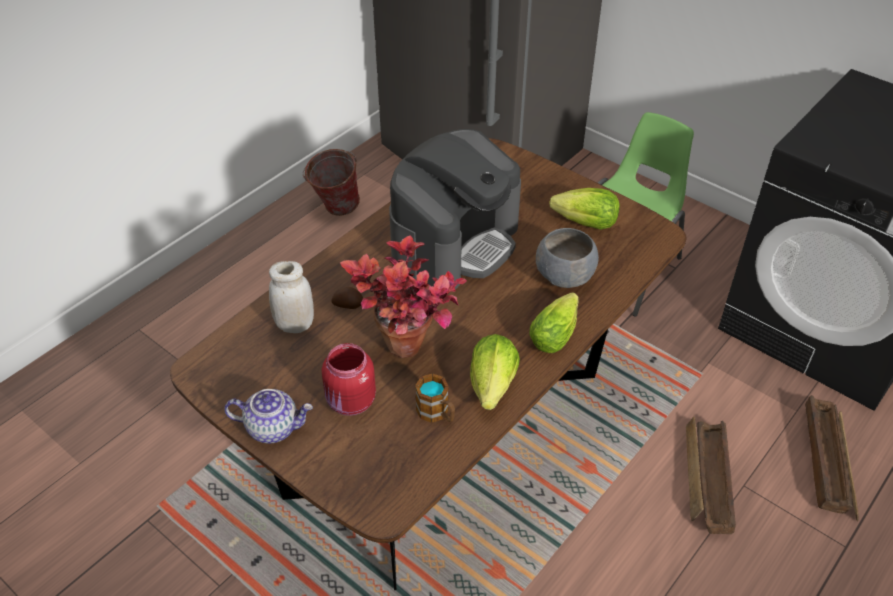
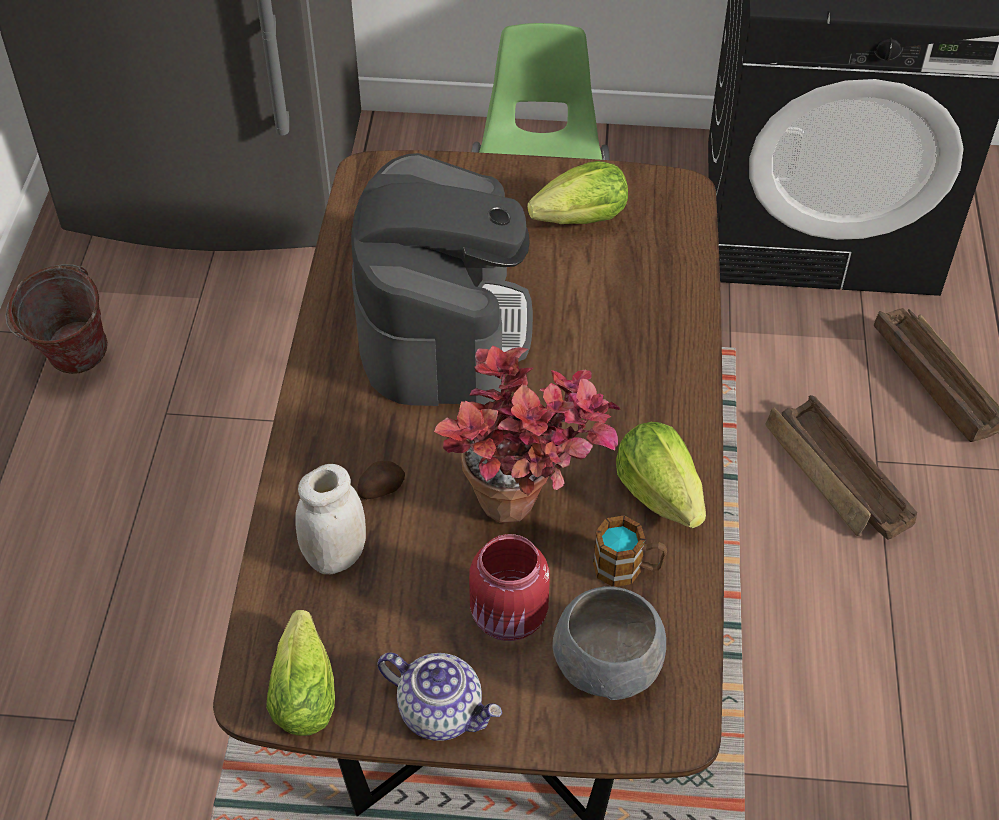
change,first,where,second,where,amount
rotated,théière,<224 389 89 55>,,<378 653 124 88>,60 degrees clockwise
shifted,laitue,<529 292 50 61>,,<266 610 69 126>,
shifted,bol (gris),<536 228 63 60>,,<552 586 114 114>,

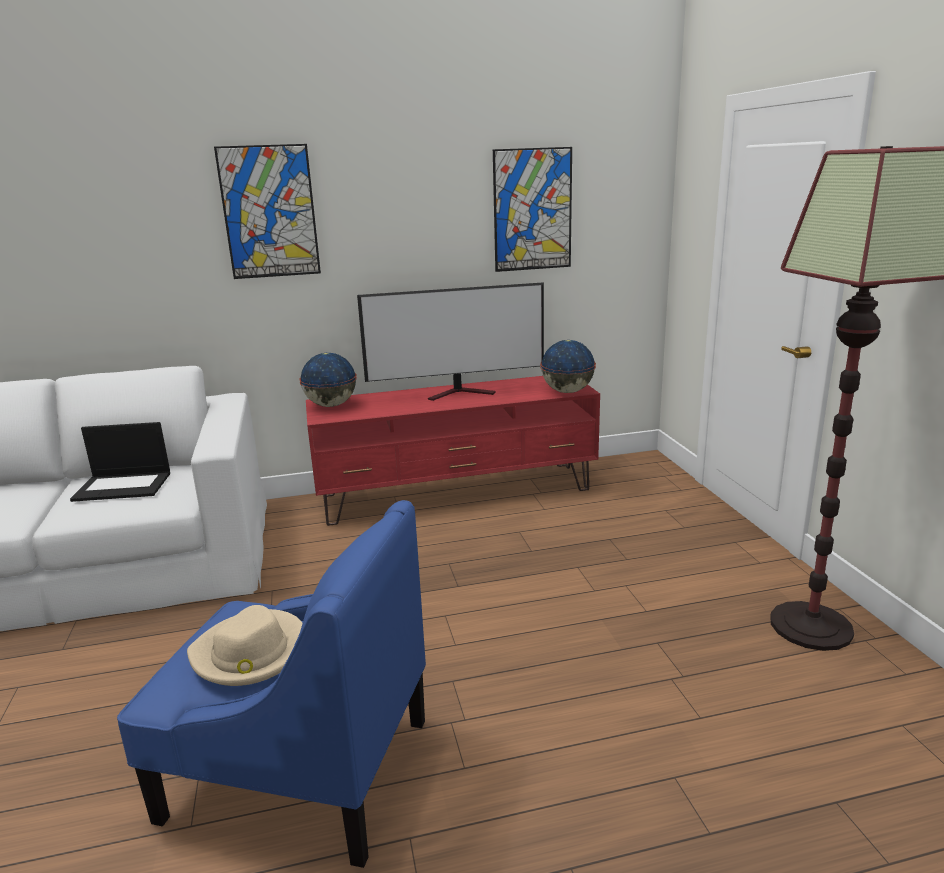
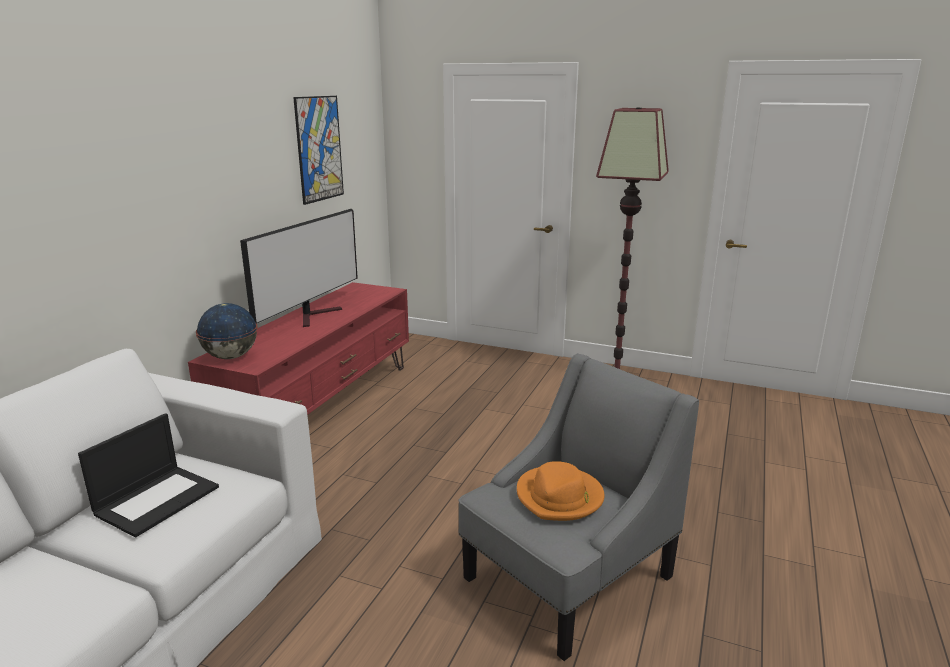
change,first,where,second,where,amount
repainted,fauteuil (bleu),<117 500 309 368>,fauteuil (gris),<458 353 241 308>,
repainted,chapeau (beige),<187 605 115 81>,chapeau (orange),<517 461 88 60>,
gone,tableau,<214 144 107 135>,,,
gone,globe,<540 340 56 53>,,,

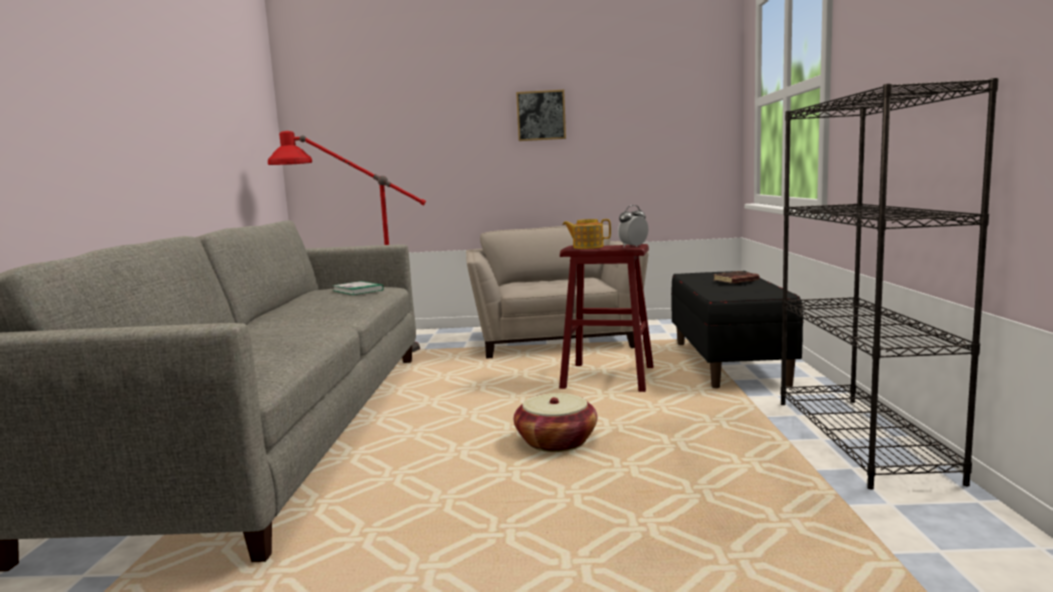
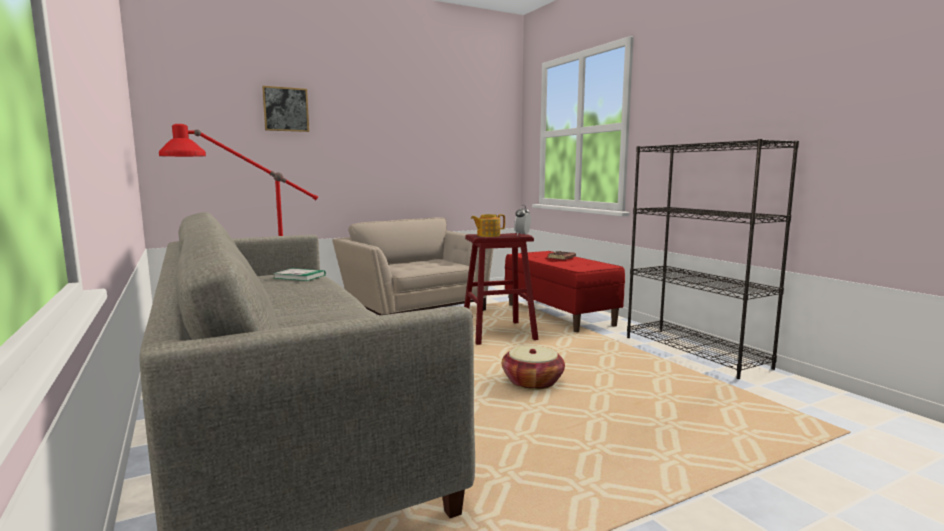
change,first,where,second,where,amount
shifted,tableau,<516 90 50 51>,,<262 86 47 46>,
repainted,banc (noir),<671 271 133 117>,banc (rouge),<505 251 120 81>,

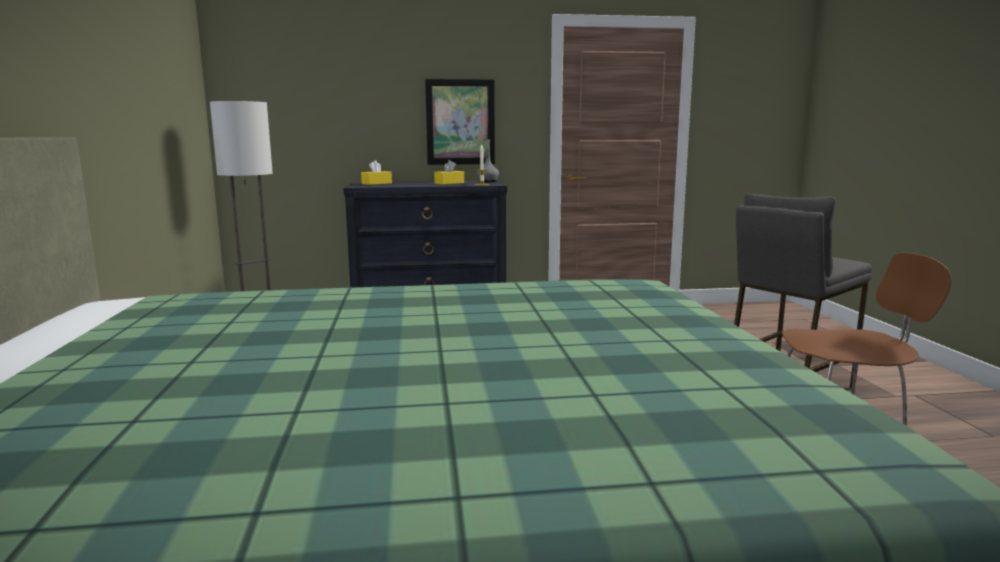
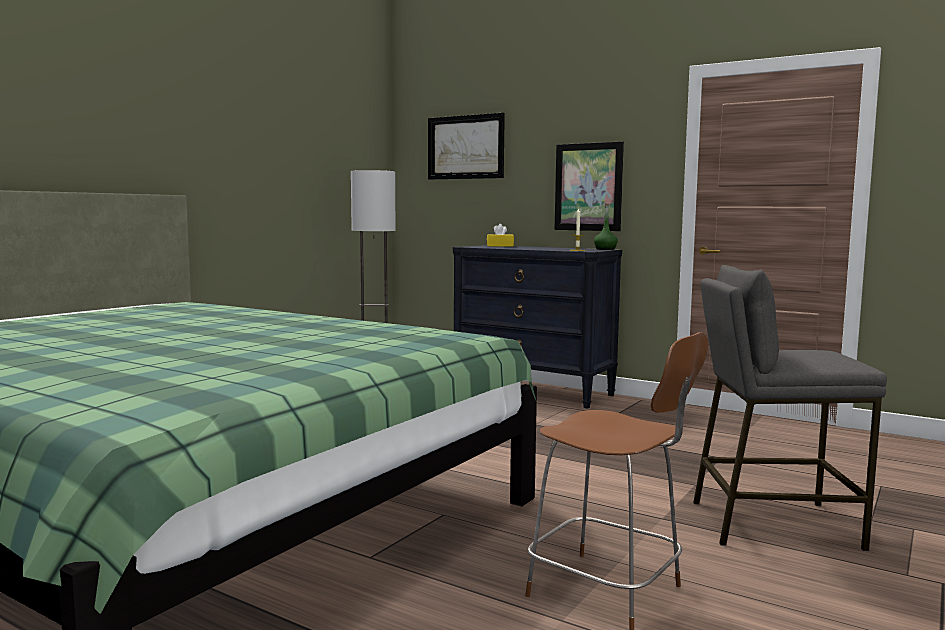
change,first,where,second,where,amount
gone,boîte à mouchoirs (jaune),<434 160 30 24>,,,
repainted,bouteille (gris),<477 138 22 44>,bouteille (vert),<594 203 24 47>,
new,,,tableau,<428 113 77 67>,

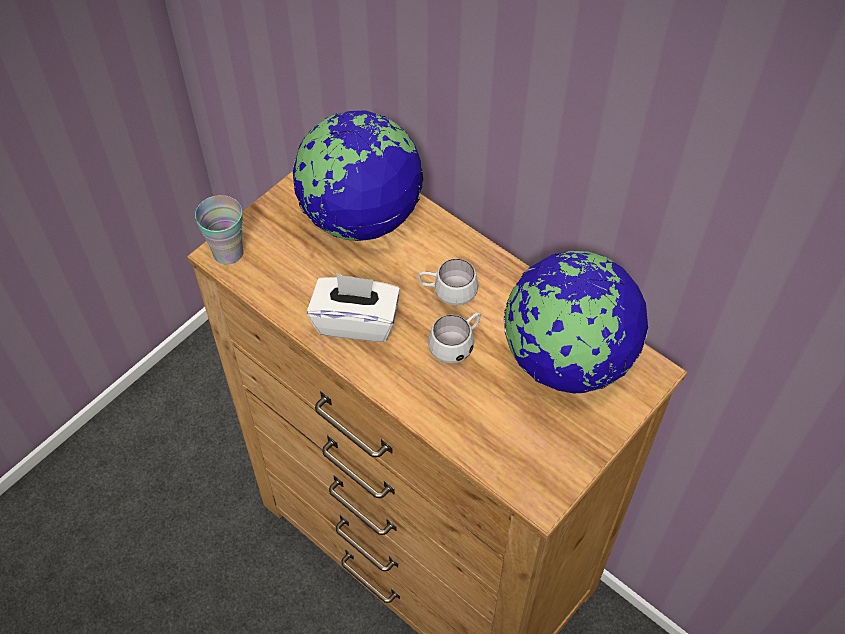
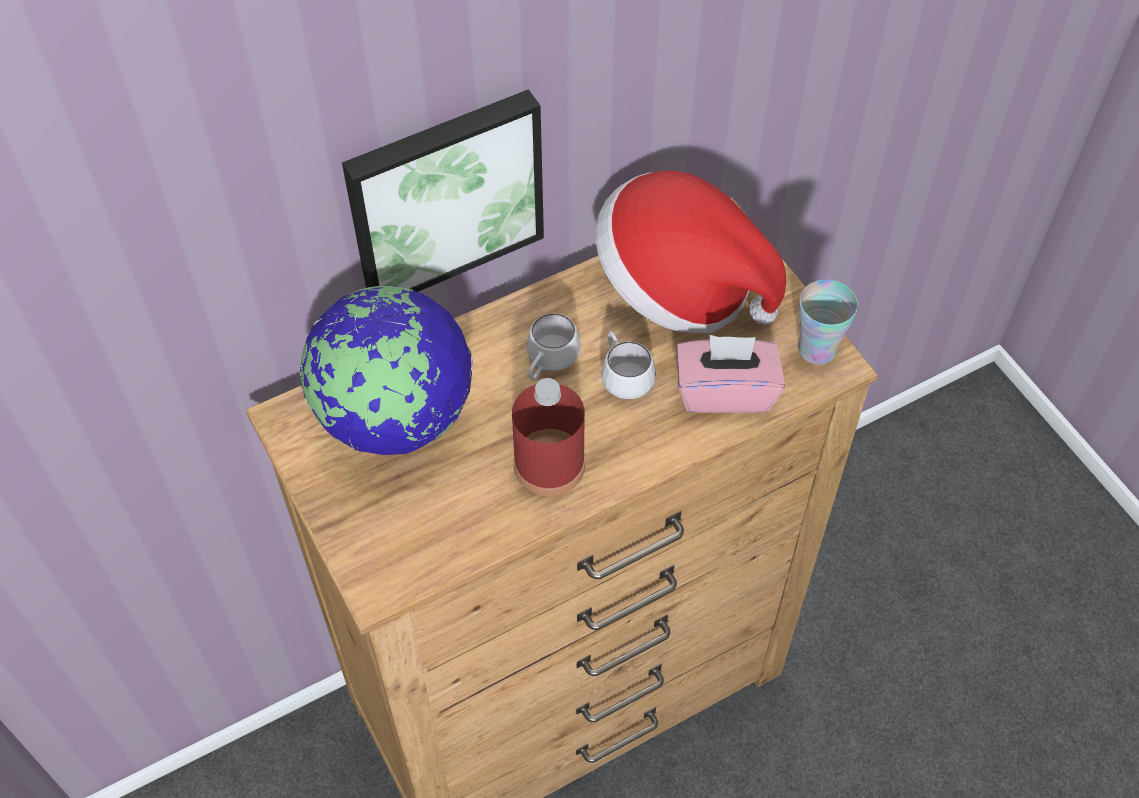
change,first,where,second,where,amount
shifted,tasse,<195 195 49 70>,,<798 279 60 86>,
swapped,boîte à mouchoirs (blanc),<307 274 93 68>,bouteille (rouge),<512 378 73 118>,
swapped,globe,<504 251 144 142>,chapeau,<596 171 190 162>,
new,,,tableau,<342 90 202 202>,
new,,,boîte à mouchoirs (rose),<676 335 109 78>,

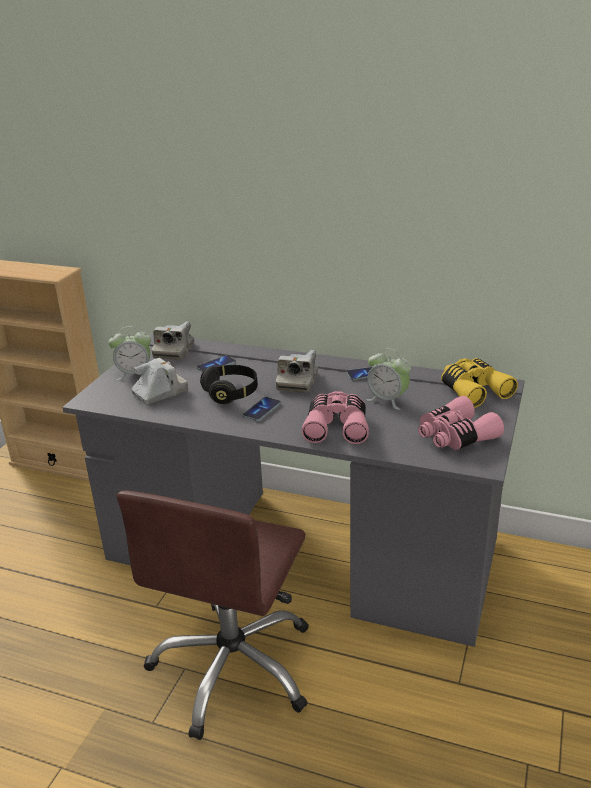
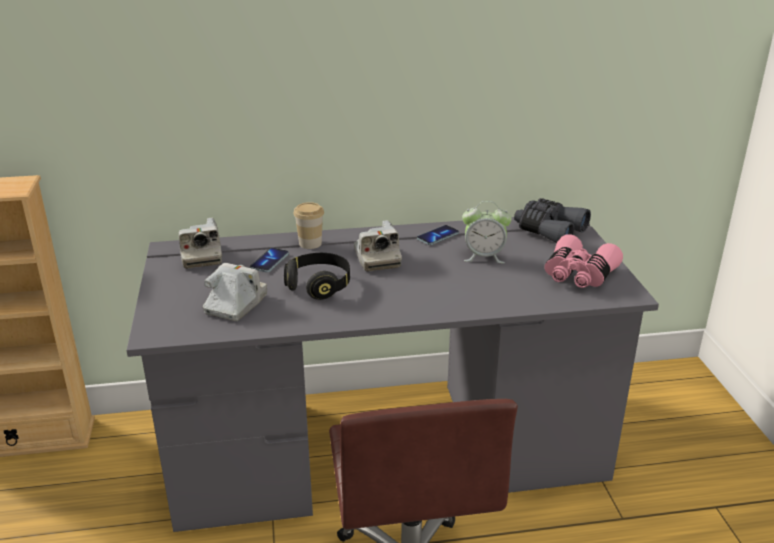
change,first,where,second,where,amount
gone,réveil,<108 326 43 54>,,,
gone,téléphone,<243 397 38 24>,,,
gone,jumelles (rose),<302 391 67 53>,,,
repainted,jumelles (jaune),<441 358 77 50>,jumelles (gris),<514 198 77 45>,
new,,,tasse,<293 202 31 47>,

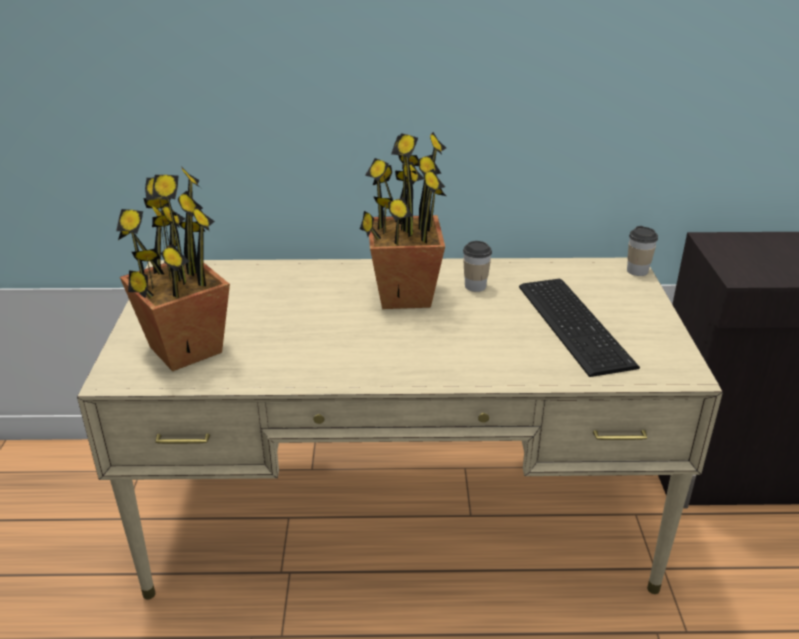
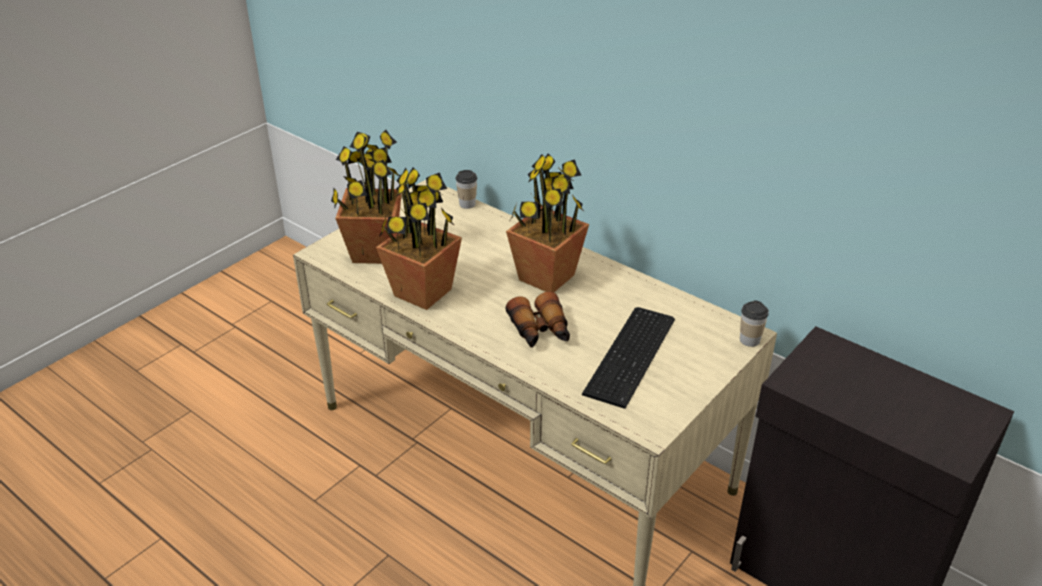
change,first,where,second,where,amount
shifted,tasse,<463 241 29 51>,,<456 170 21 39>,
new,,,plante en pot,<376 168 86 142>,
new,,,jumelles,<505 292 65 56>,

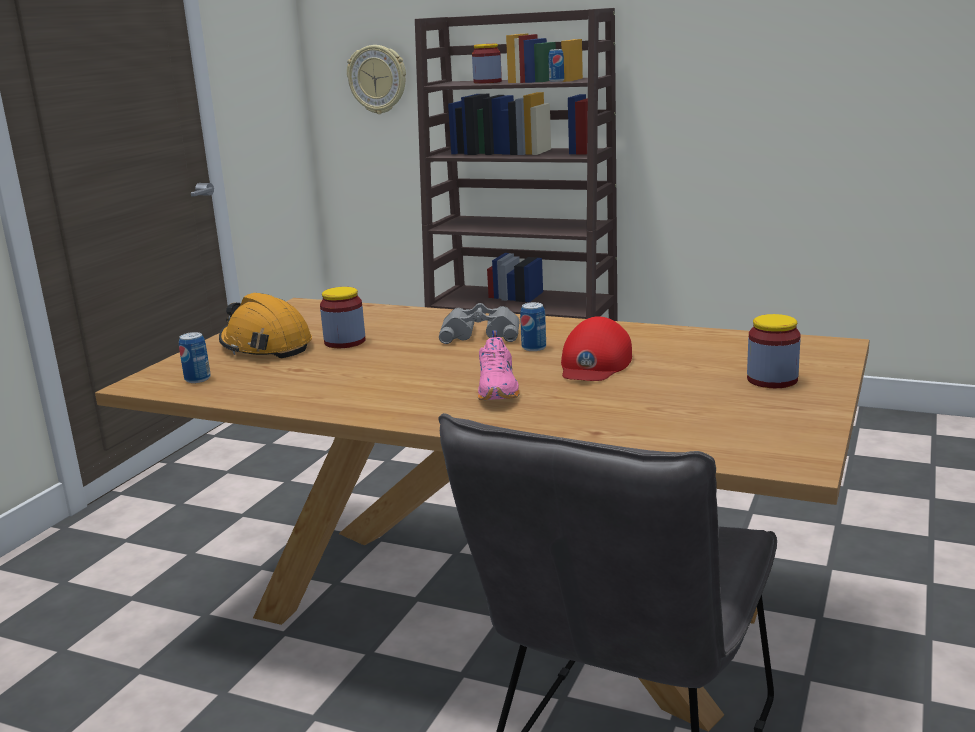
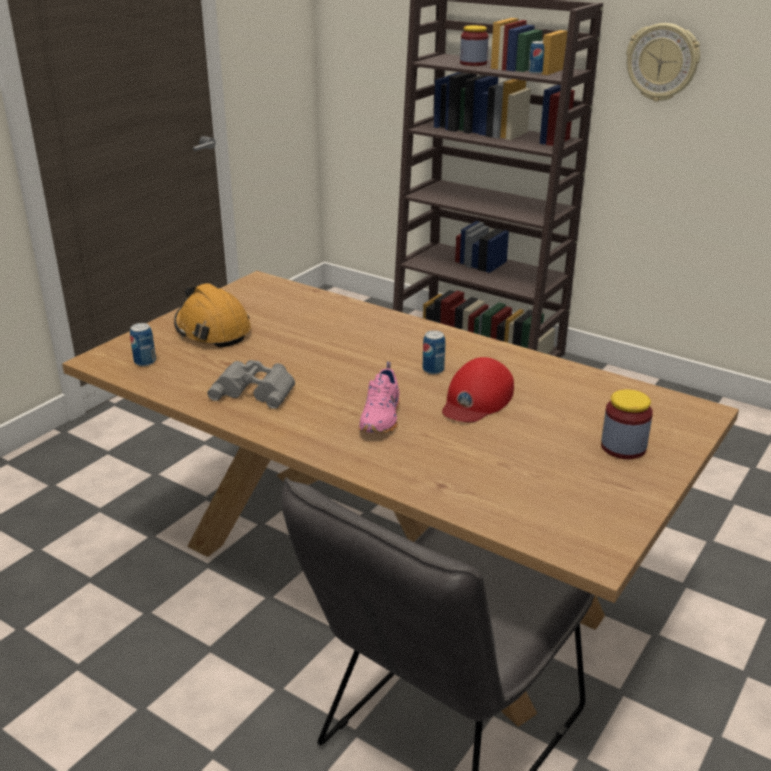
change,first,where,second,where,amount
gone,bocal,<320 287 46 61>,,,
shifted,horloge murale,<347 45 59 69>,,<626 23 74 79>,
shifted,jumelles (gris),<439 303 80 41>,,<207 360 88 49>,

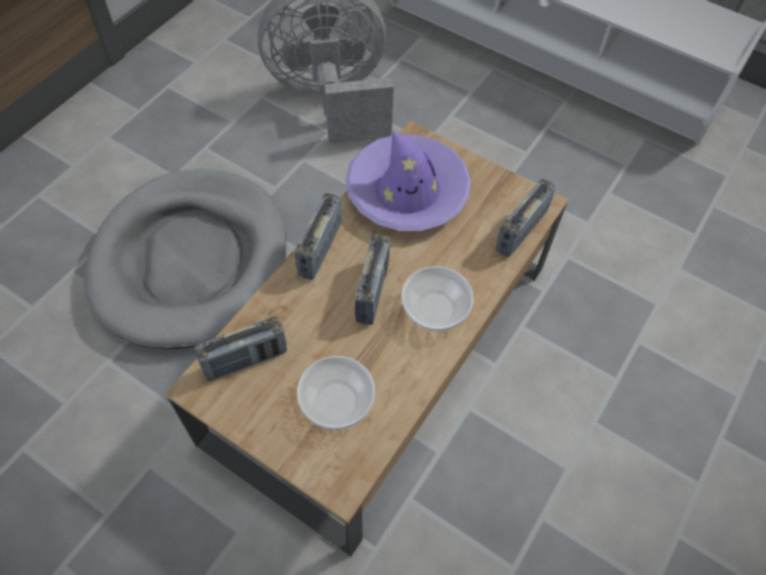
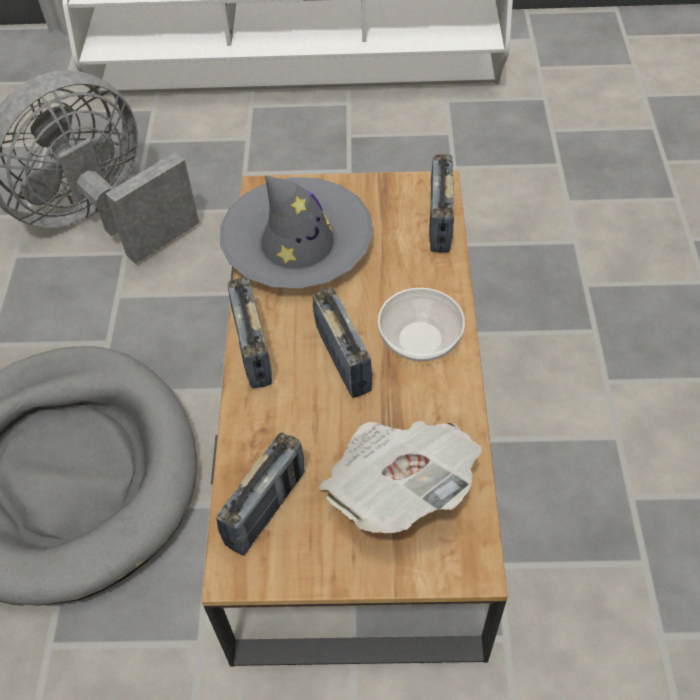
change,first,where,second,where,amount
swapped,bol,<297 356 78 74>,journal,<319 421 163 112>,
repainted,chapeau (violet),<345 131 126 100>,chapeau (gris),<220 176 153 112>,

